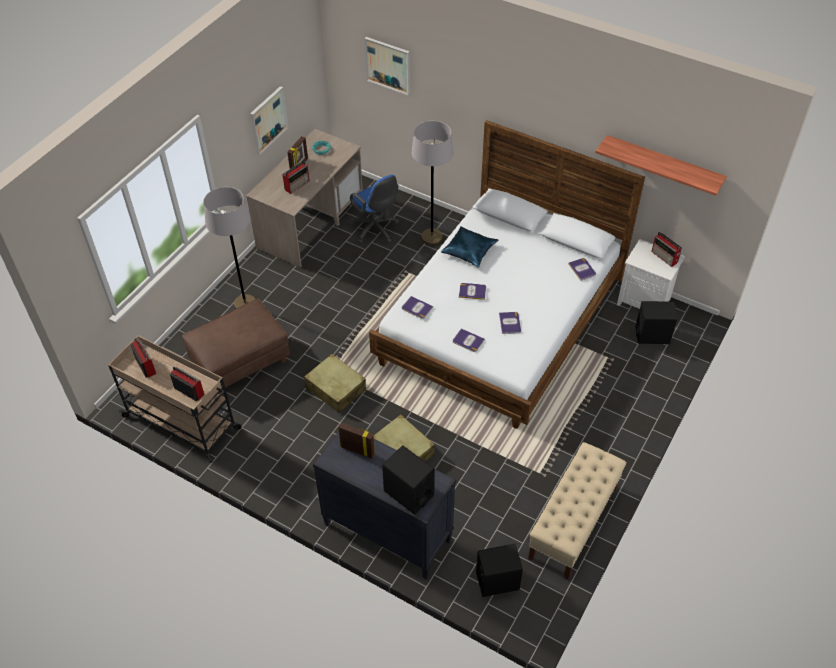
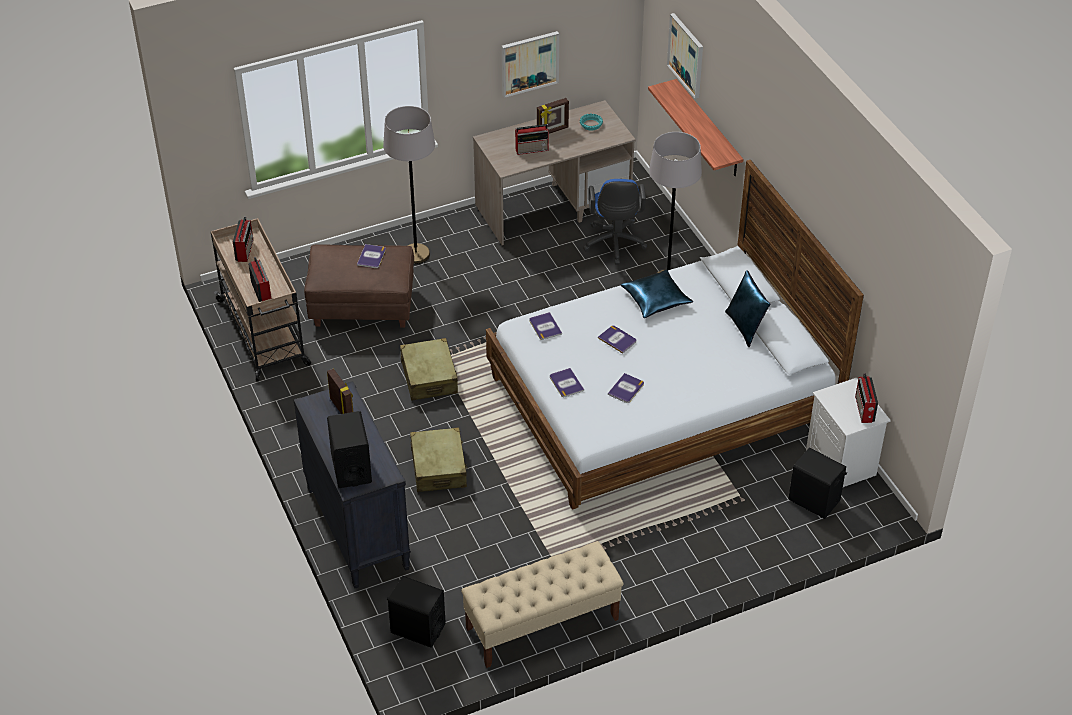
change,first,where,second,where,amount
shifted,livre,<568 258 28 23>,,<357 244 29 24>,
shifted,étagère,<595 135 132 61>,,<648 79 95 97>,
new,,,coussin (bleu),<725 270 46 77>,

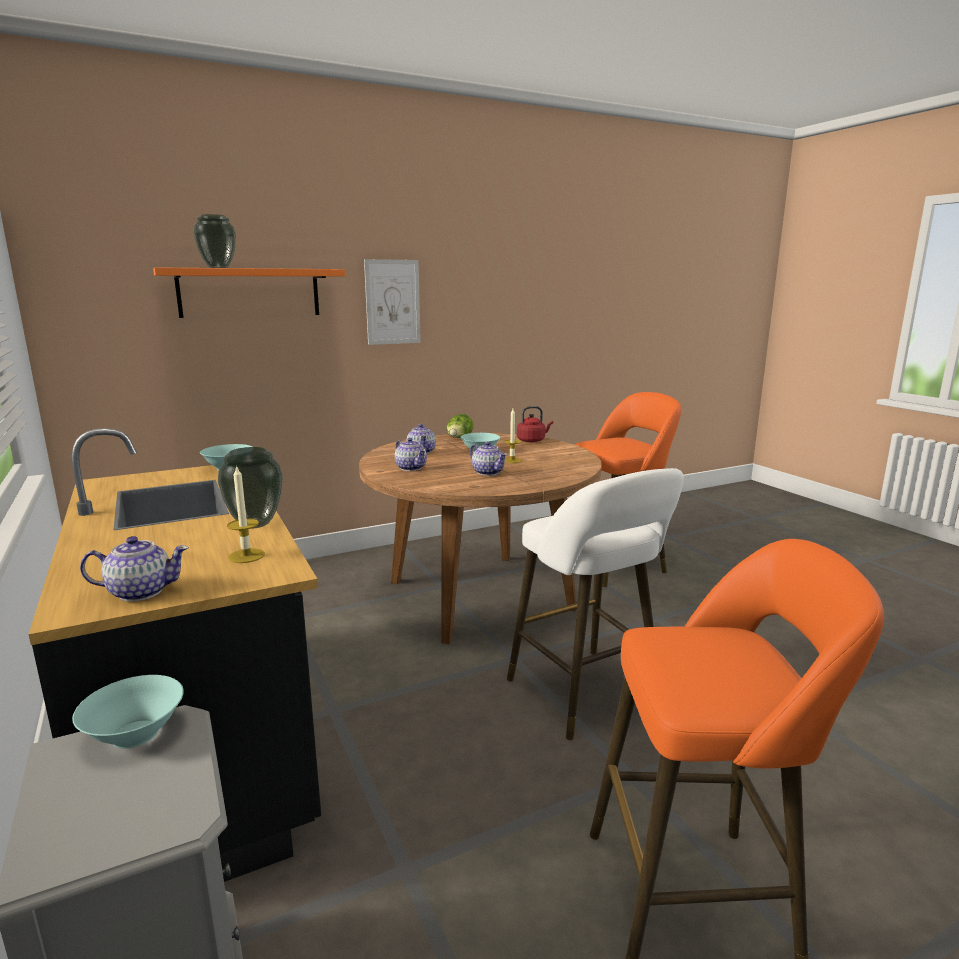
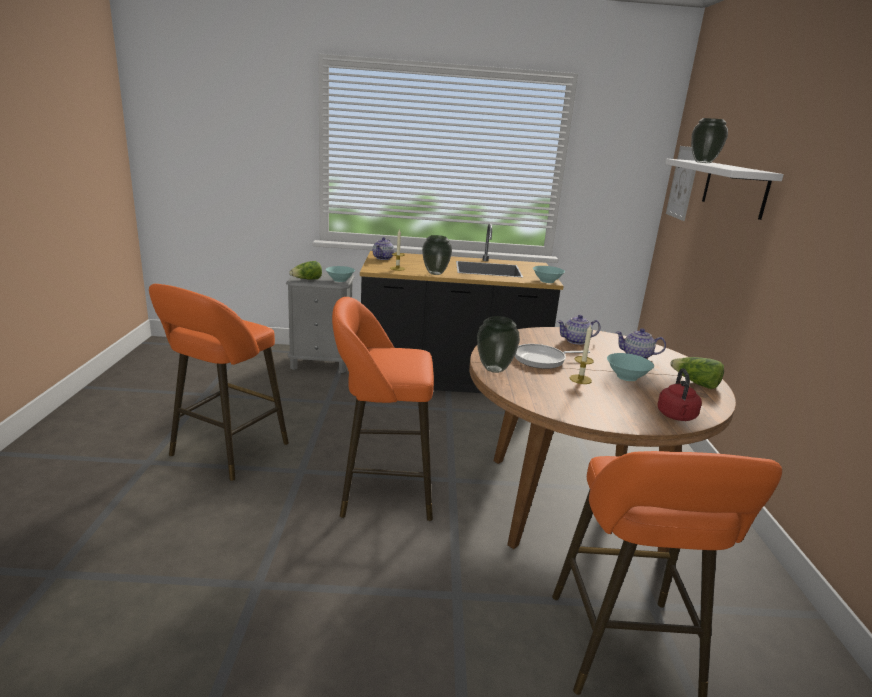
change,first,where,second,where,amount
repainted,étagère (orange),<153 267 192 51>,étagère (blanc),<665 159 119 61>,
shifted,tableau,<364 259 57 86>,,<666 146 30 75>,
swapped,théière,<470 442 37 34>,poêle,<515 344 75 25>,
repainted,tabouret (blanc),<507 468 177 272>,tabouret (orange),<332 297 102 224>,
new,,,laitue,<289 261 33 19>,
new,,,vase,<477 316 43 57>,

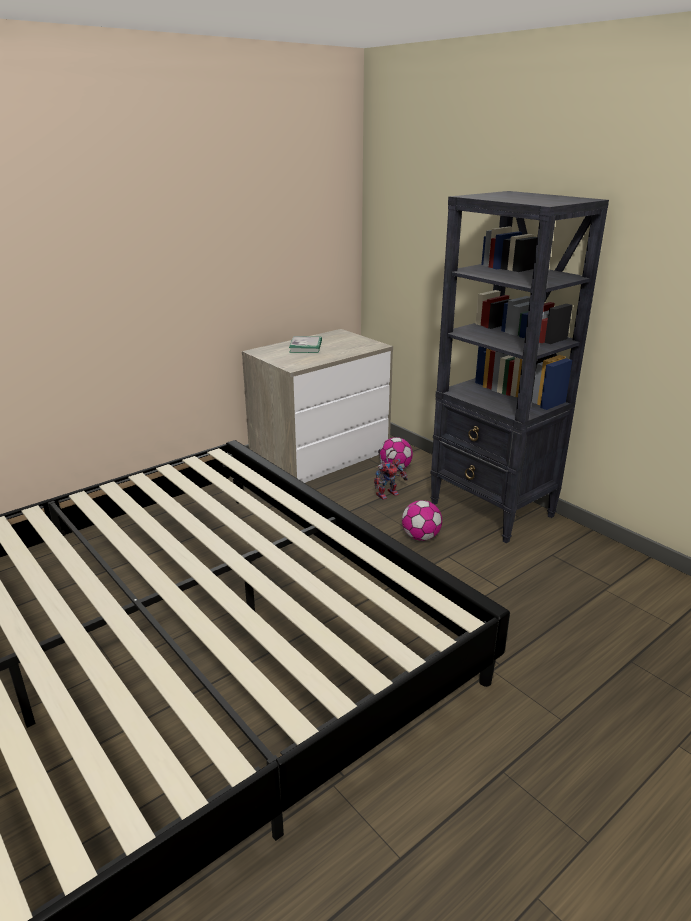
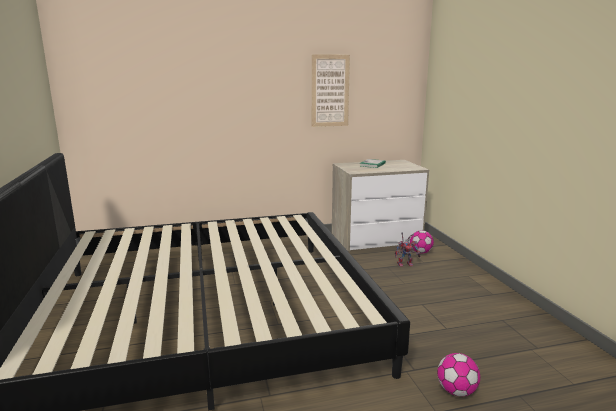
change,first,where,second,where,amount
shifted,ballon de foot,<402 500 40 41>,,<437 353 43 44>,
gone,bibliothèque (noir),<430 191 179 352>,,,
new,,,tableau,<312 54 38 73>,

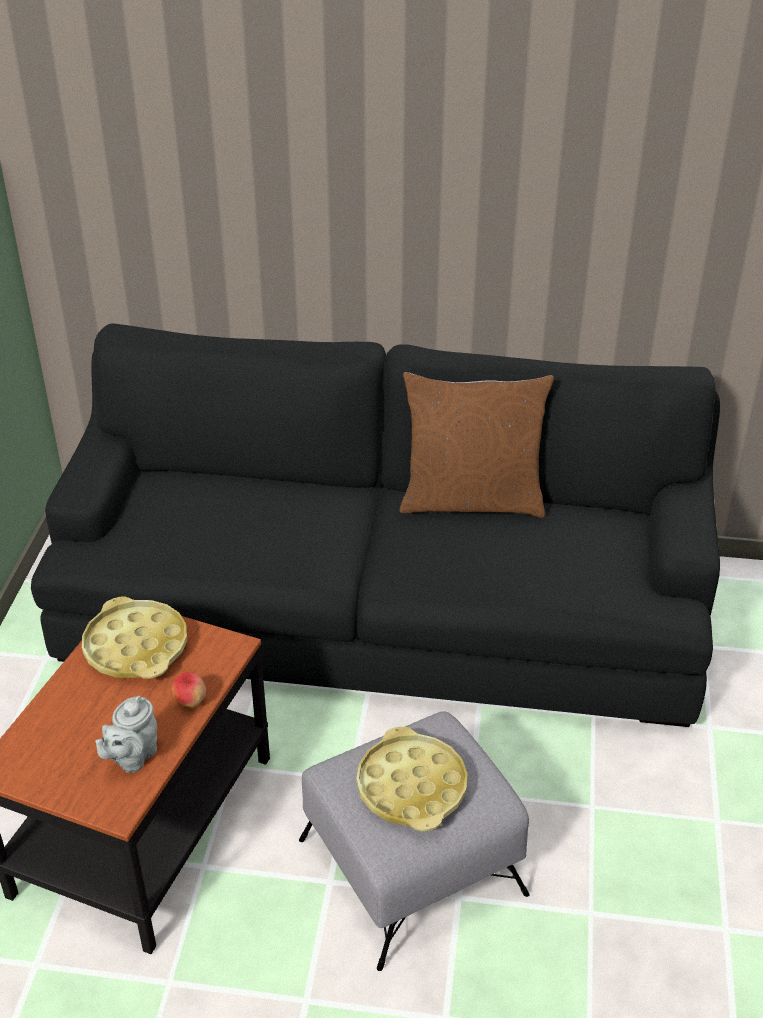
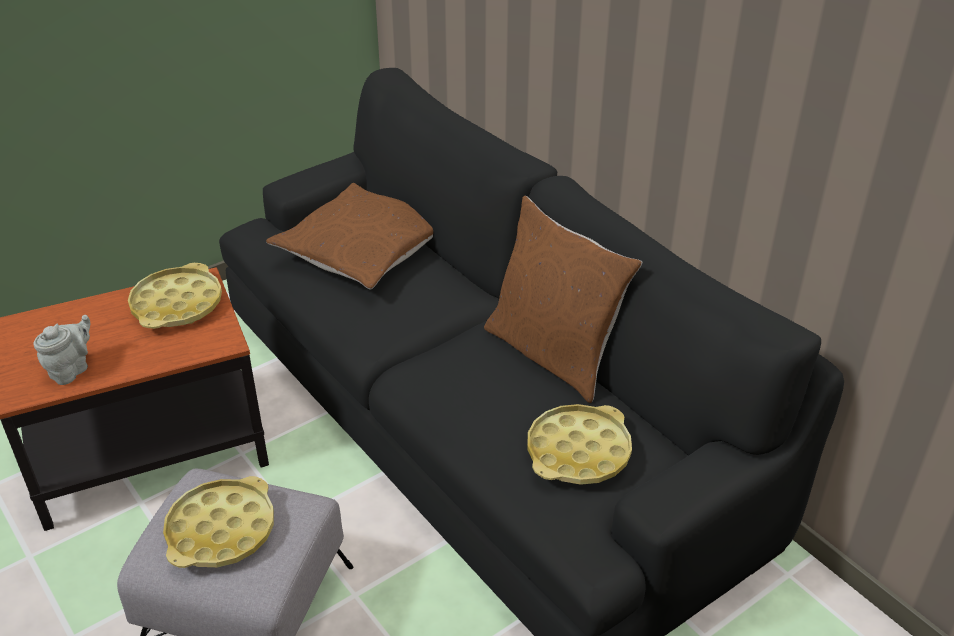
change,first,where,second,where,amount
rotated,théière (gris),<95 696 62 77>,,<33 315 57 70>,135 degrees clockwise
gone,pomme,<172 672 34 35>,,,
new,,,coussin (marron),<266 183 167 106>,
new,,,plateau (jaune),<527 404 105 81>,

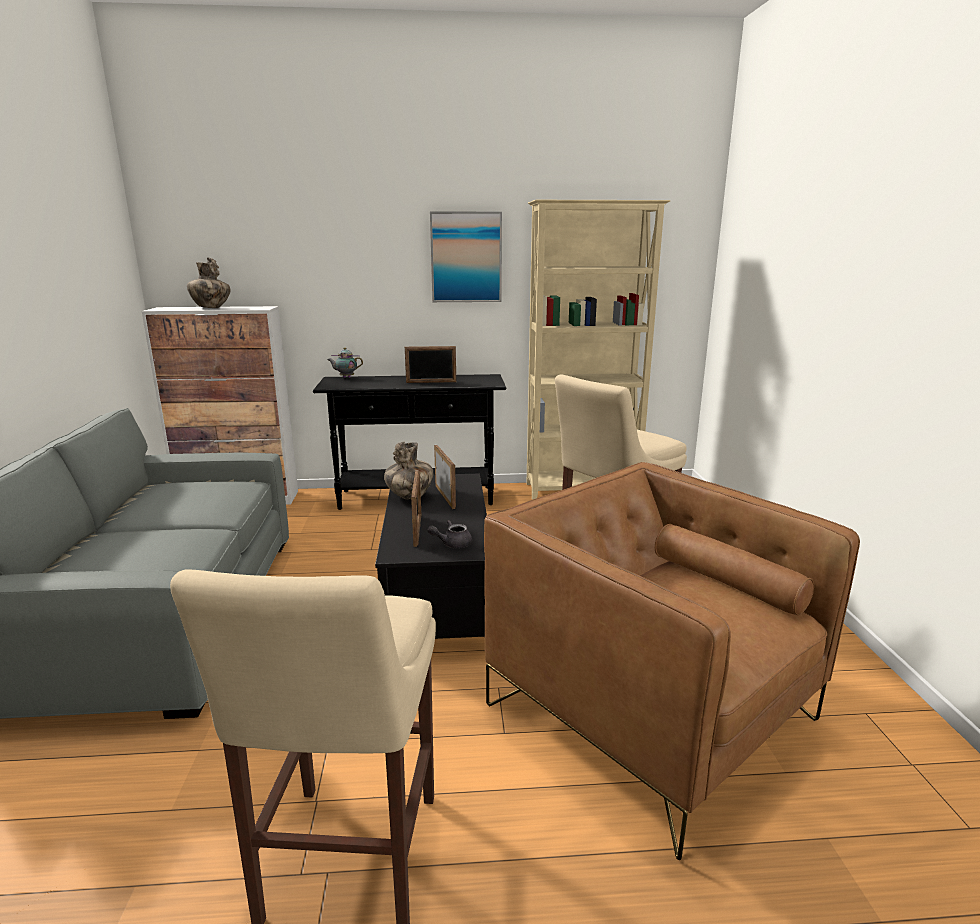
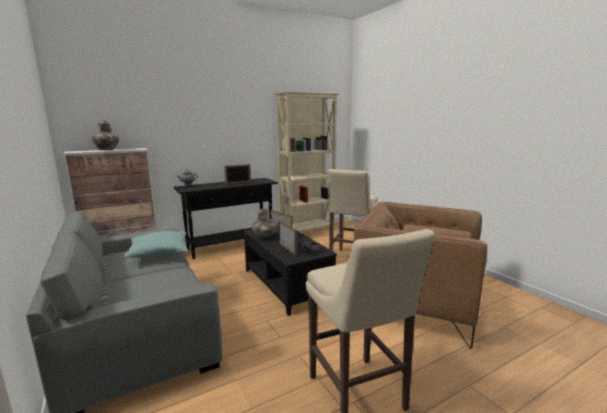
change,first,where,second,where,amount
gone,tableau,<430 211 72 91>,,,
new,,,coussin (turquoise),<124 231 64 27>,

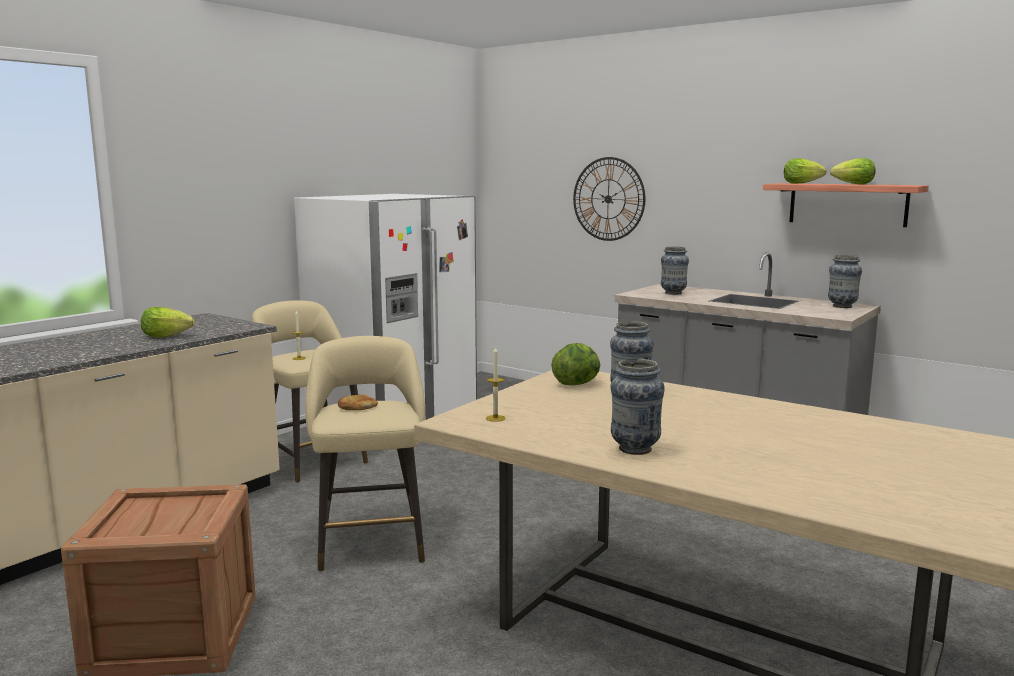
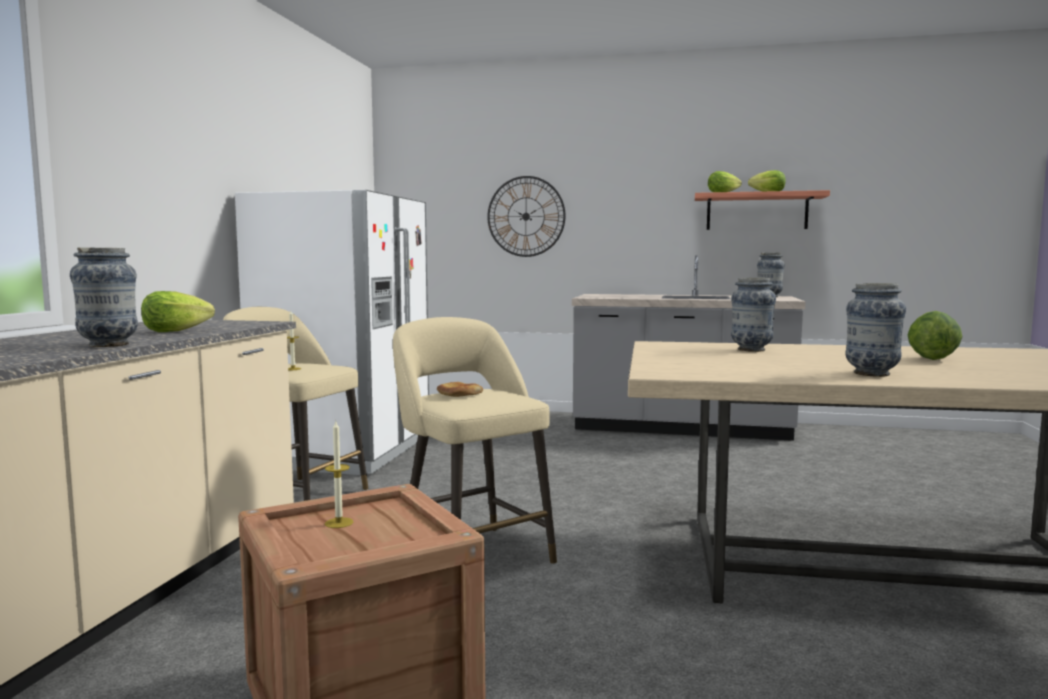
change,first,where,second,where,amount
shifted,bougie,<486 346 19 76>,,<325 421 29 107>,
shifted,laitue,<551 343 49 42>,,<908 311 54 49>,
shifted,vase,<661 246 28 49>,,<70 247 68 100>,

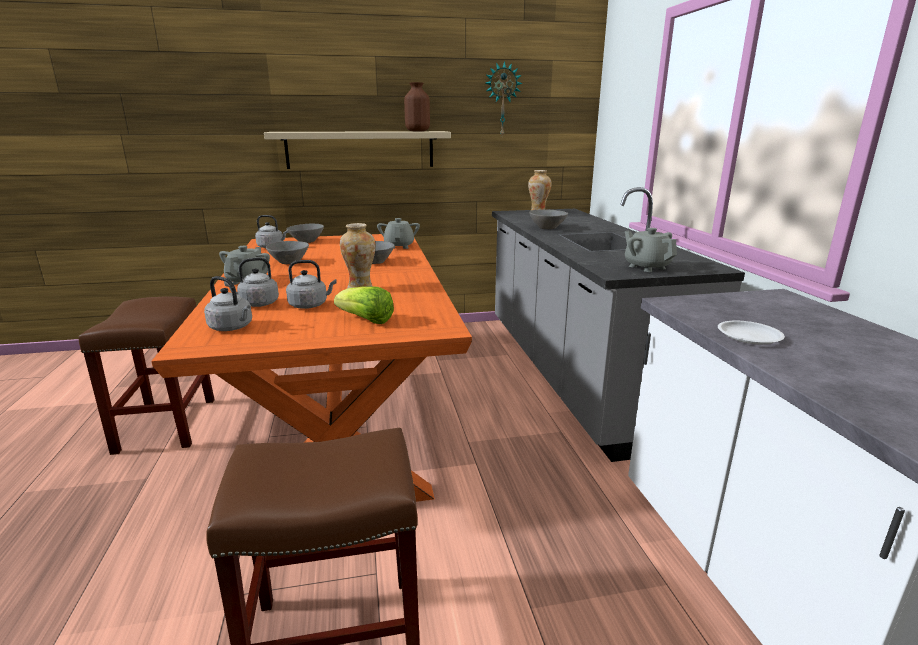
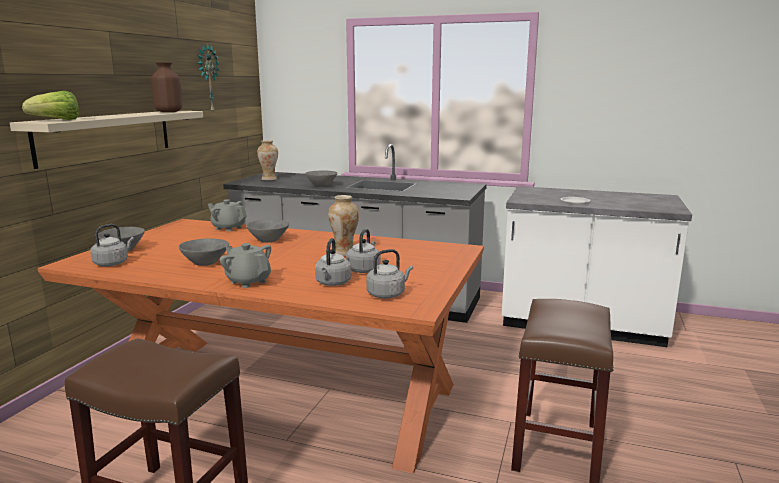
change,first,where,second,where,amount
shifted,laitue,<334 286 60 38>,,<22 91 57 29>,
gone,théière (gris),<625 228 52 44>,,,

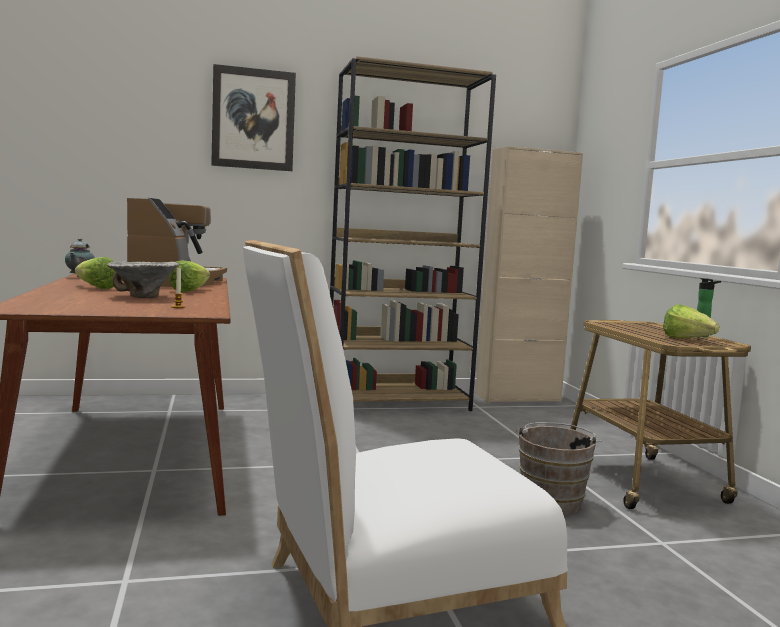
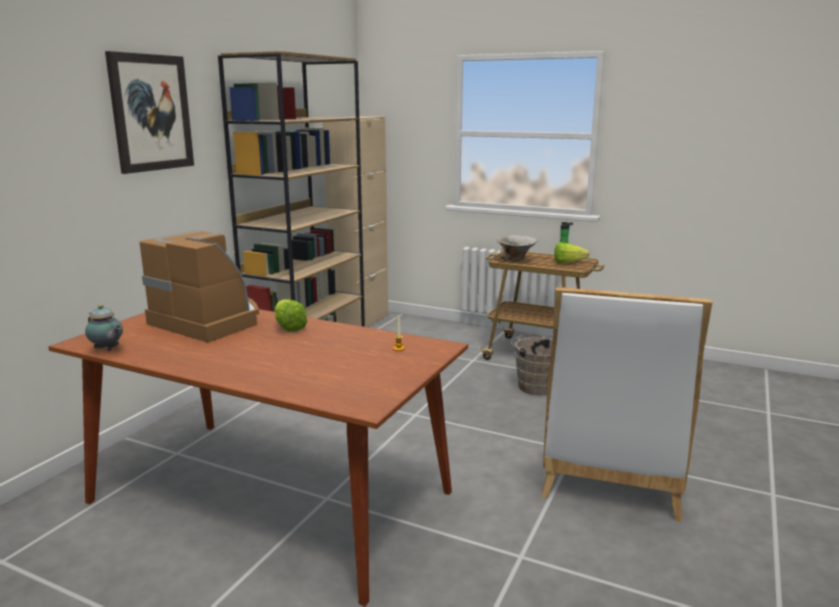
change,first,where,second,where,amount
gone,laitue,<75 257 40 32>,,,
shifted,bol,<107 261 72 37>,,<497 235 41 26>,

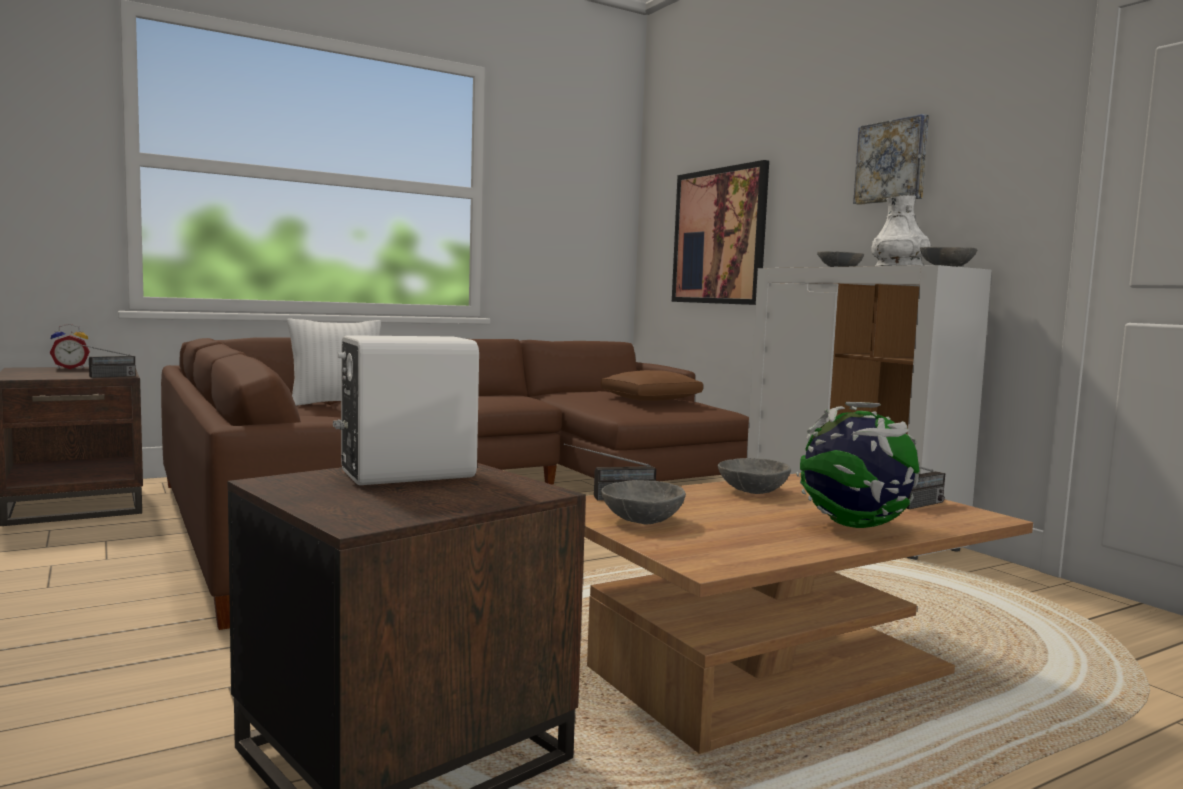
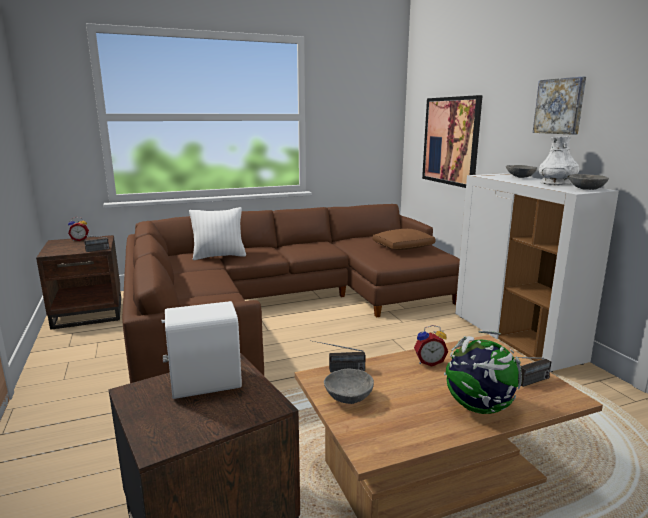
change,first,where,second,where,amount
swapped,bol (gris),<718 458 73 36>,réveil,<414 325 34 42>,

